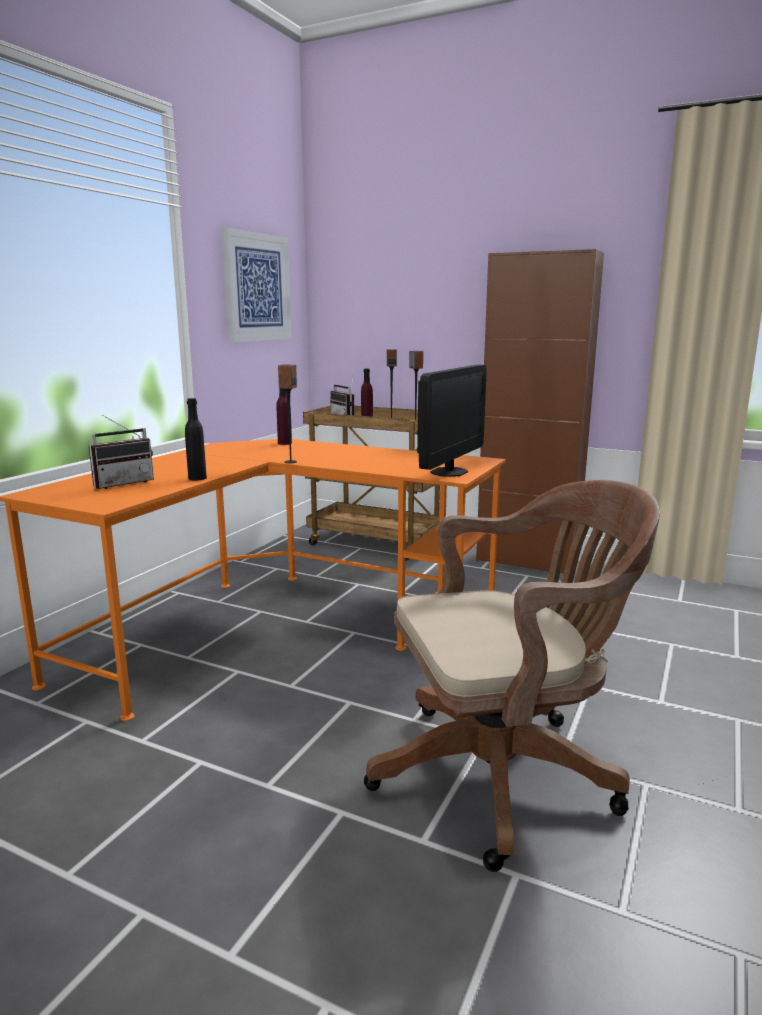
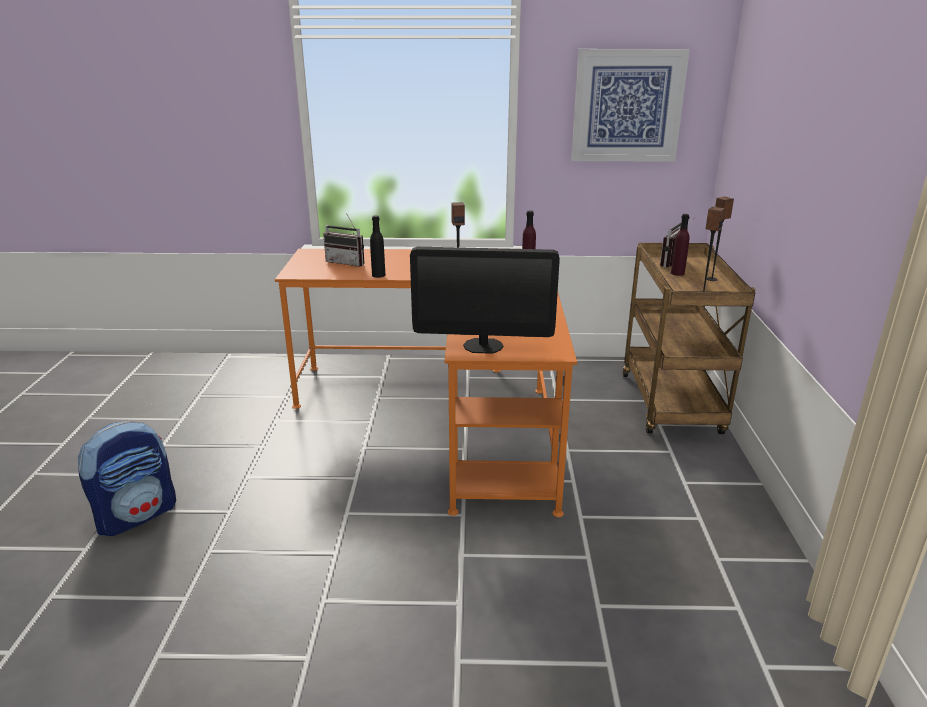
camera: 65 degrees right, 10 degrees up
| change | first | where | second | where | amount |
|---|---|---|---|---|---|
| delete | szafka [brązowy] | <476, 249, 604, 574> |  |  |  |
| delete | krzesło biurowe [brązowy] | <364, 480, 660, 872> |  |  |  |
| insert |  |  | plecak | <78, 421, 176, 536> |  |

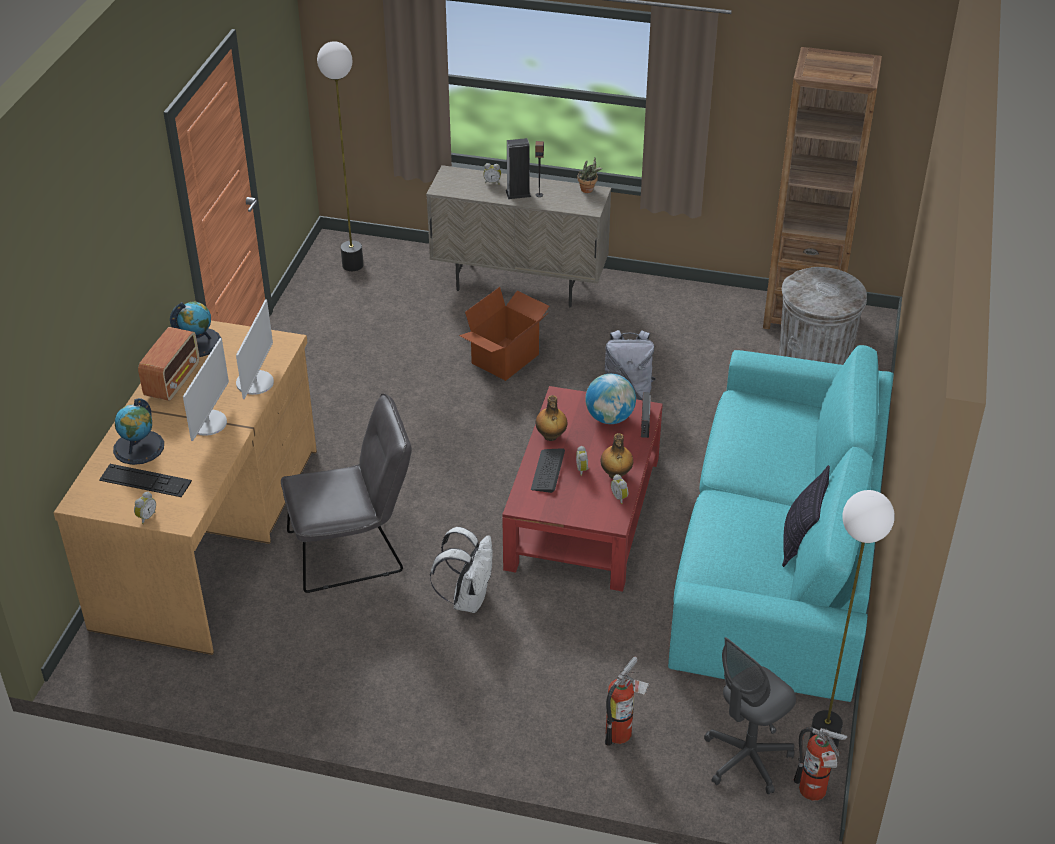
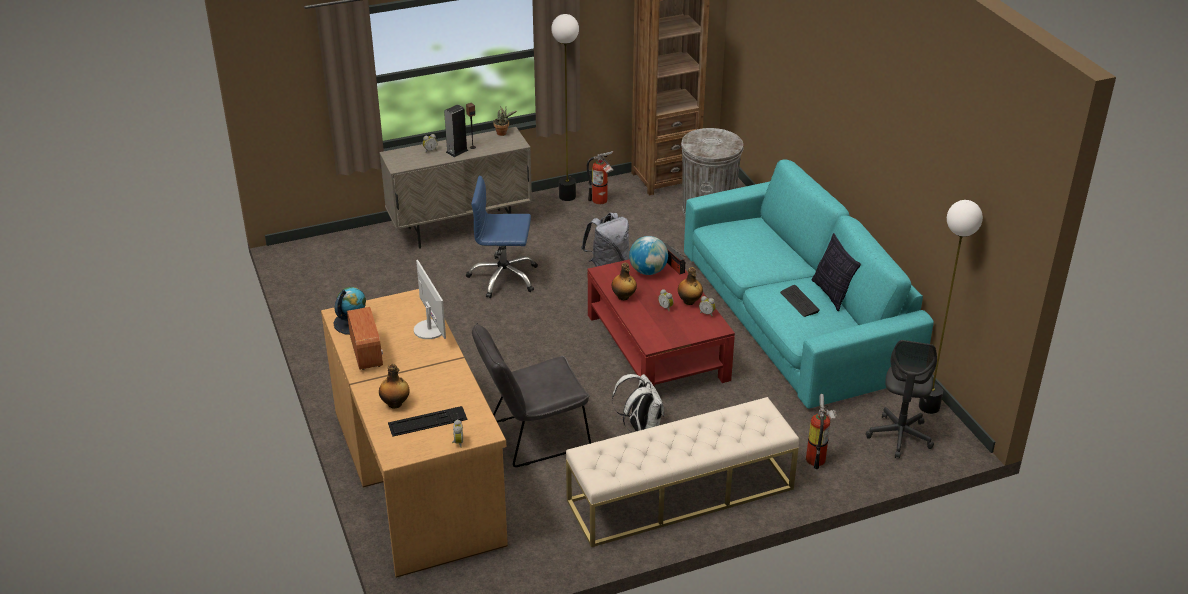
camera: 35 degrees left, 5 degrees down
| change | first | where | second | where | amount |
|---|---|---|---|---|---|
| move | lampa stojąca | <317, 41, 364, 271> |  | <551, 14, 579, 201> |  |
| replace | karton | <459, 287, 549, 381> | krzesło biurowe [niebieski] | <466, 176, 538, 298> |  |
| delete | monitor | <183, 338, 229, 441> |  |  |  |
| rotate | krzesło [szary] | <281, 394, 412, 593> |  | <472, 323, 591, 467> | 150 degrees counterclockwise |
| replace | globus | <113, 398, 164, 465> | butelka | <379, 364, 410, 409> |  |
| move | klawiatura | <531, 448, 565, 493> |  | <780, 285, 820, 317> |  |
| move | gaśnica | <794, 727, 848, 801> |  | <587, 151, 614, 204> |  |
| insert |  |  | ławka [beżowy] | <566, 397, 799, 547> |  |

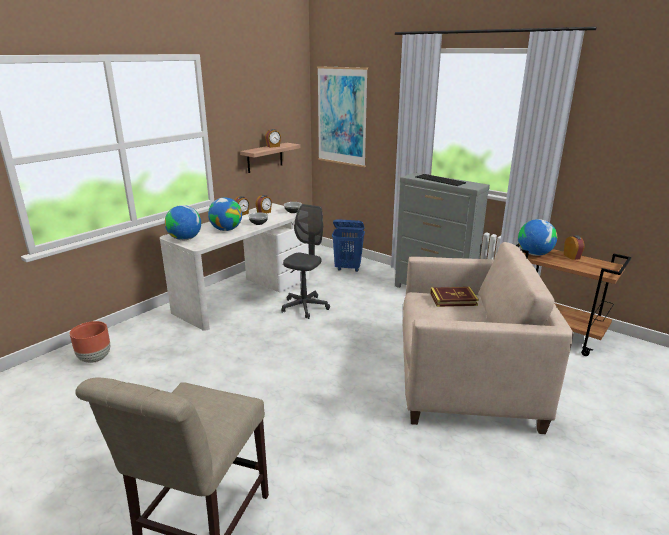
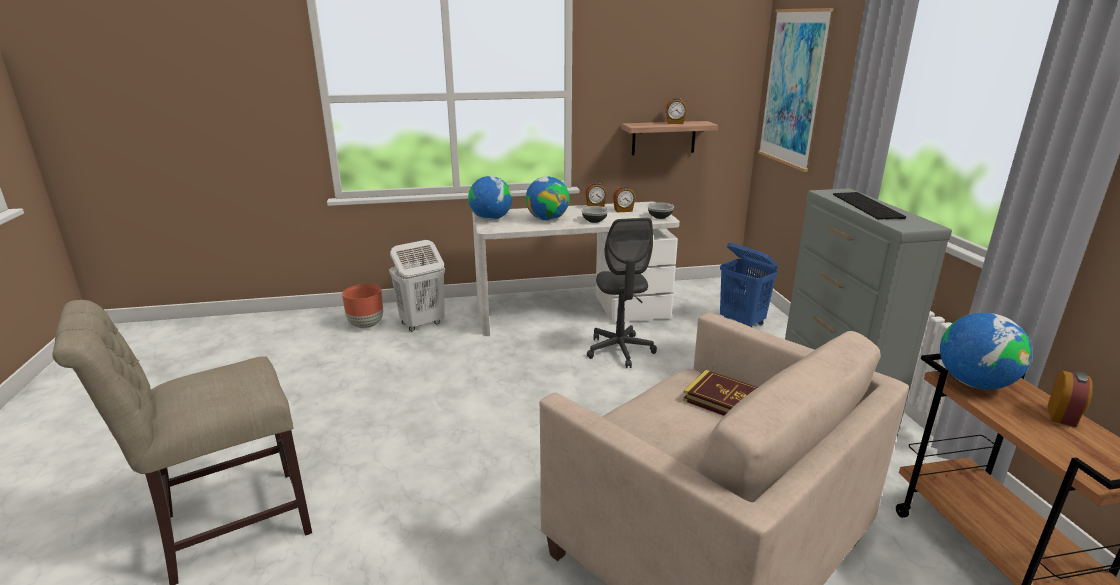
camera: 40 degrees right, 0 degrees up
| change | first | where | second | where | amount |
|---|---|---|---|---|---|
| rotate | krzesło biurowe [szary] | <281, 204, 330, 319> |  | <587, 218, 657, 368> | 105 degrees clockwise |
| insert |  |  | kosz na pranie [biały] | <389, 240, 445, 331> |  |

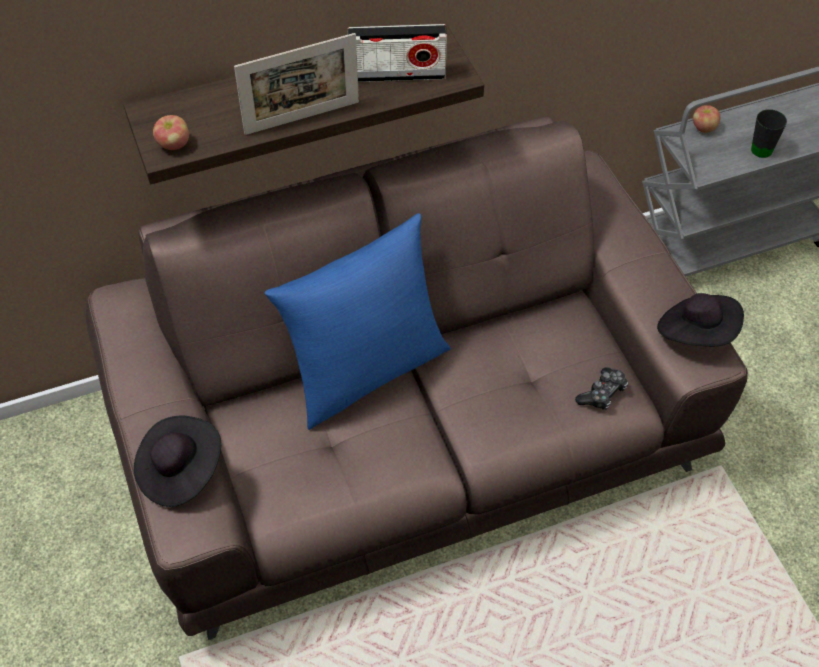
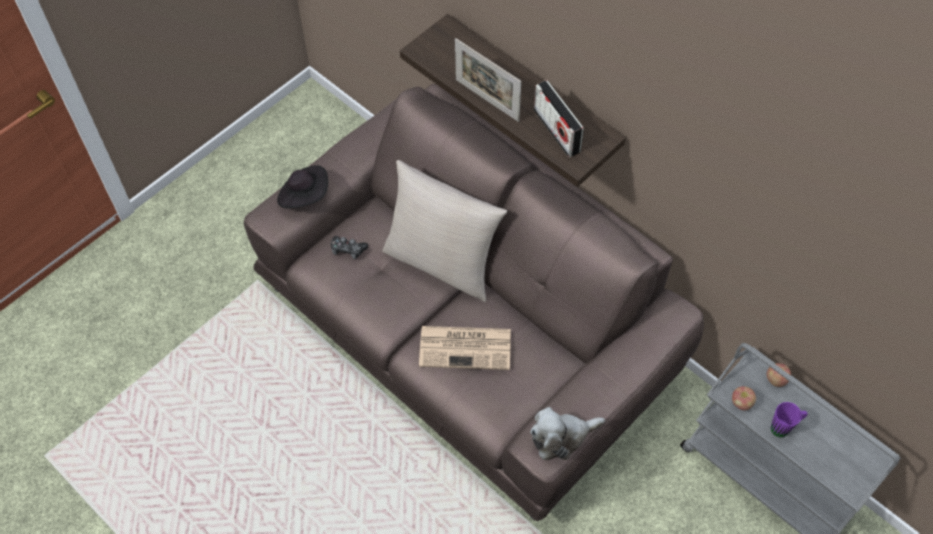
camera: 65 degrees right, 5 degrees up
| change | first | where | second | where | amount |
|---|---|---|---|---|---|
| recolor | kubek [czarny] | <751, 109, 787, 158> | kubek [fioletowy] | <771, 402, 807, 437> |  |
| move | jabłko | <153, 115, 189, 150> |  | <732, 386, 756, 410> |  |
| recolor | poduszka [niebieski] | <265, 213, 451, 430> | poduszka [beżowy] | <382, 160, 507, 302> |  |
| replace | kapelusz [czarny] | <657, 293, 744, 346> | pluszak | <530, 407, 605, 460> |  |
| move | pad do gier | <575, 367, 628, 410> |  | <331, 236, 368, 259> |  |
| insert |  |  | gazeta | <419, 326, 511, 370> |  |

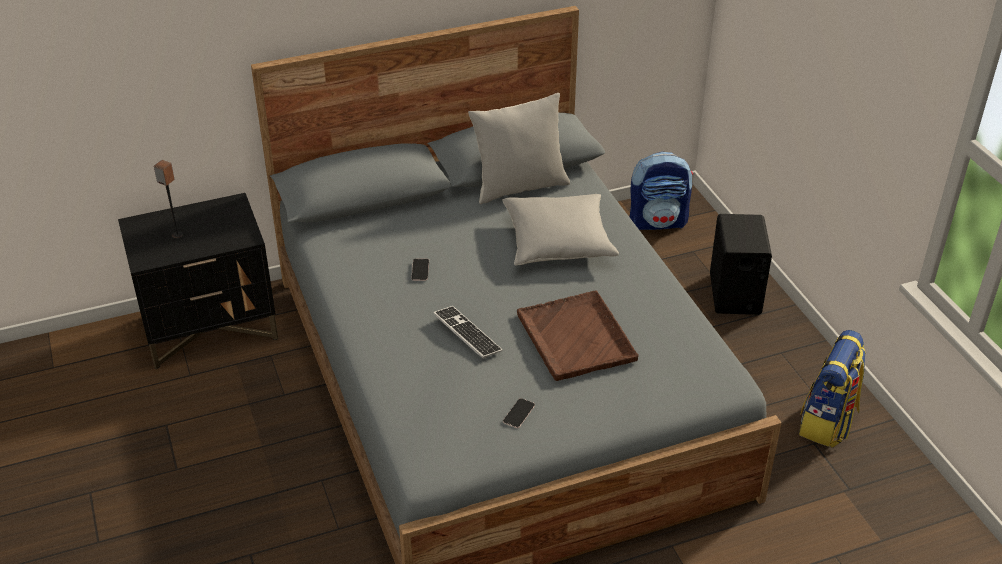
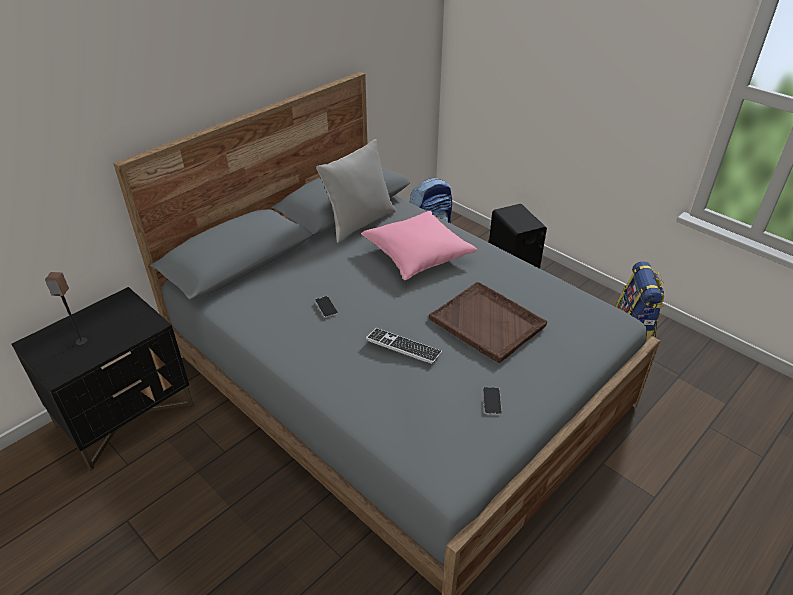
camera: 25 degrees left, 0 degrees up
| change | first | where | second | where | amount |
|---|---|---|---|---|---|
| recolor | poduszka [szary] | <502, 194, 619, 266> | poduszka [różowy] | <361, 211, 477, 280> |  |

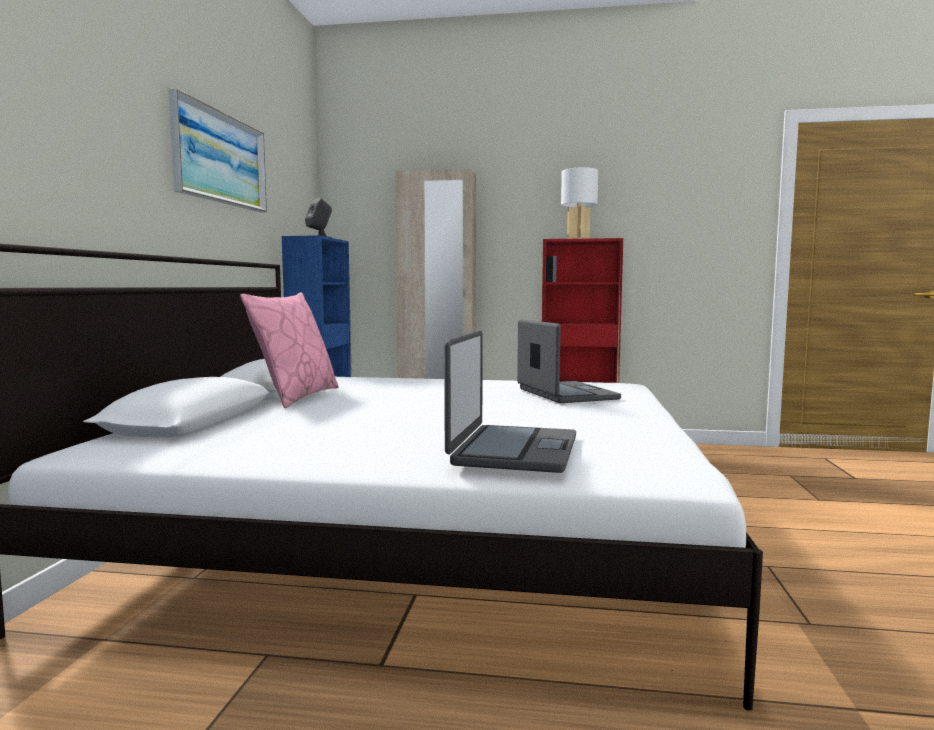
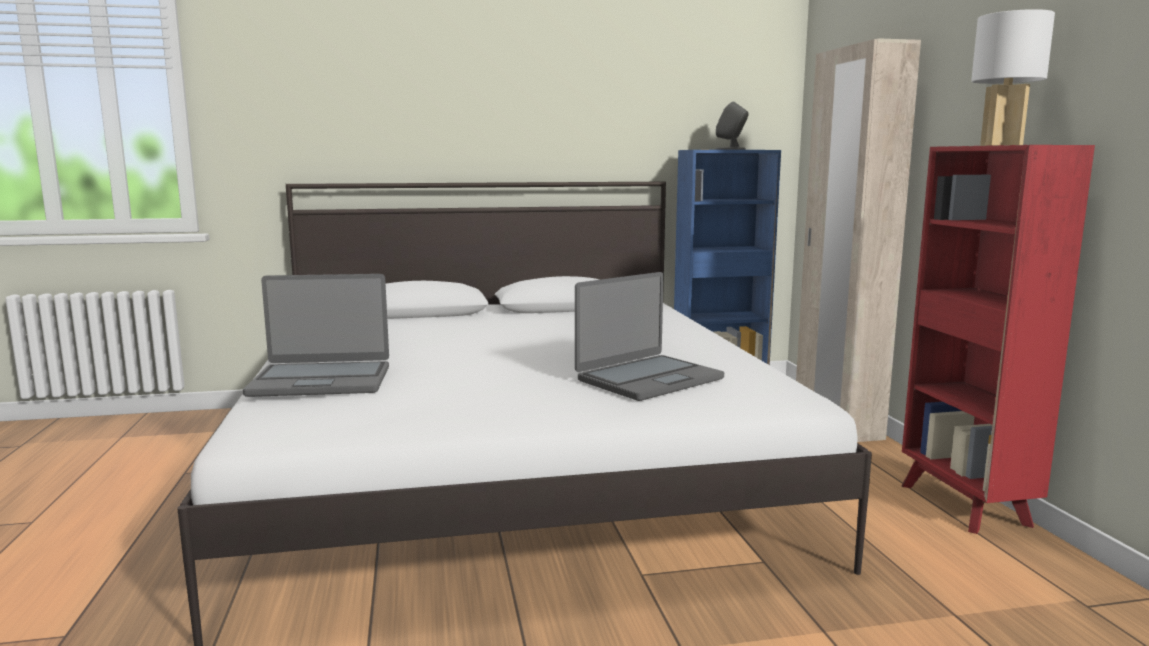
camera: 70 degrees right, 5 degrees up
| change | first | where | second | where | amount |
|---|---|---|---|---|---|
| delete | obraz | <168, 89, 267, 212> |  |  |  |
| delete | poduszka [różowy] | <241, 292, 338, 408> |  |  |  |

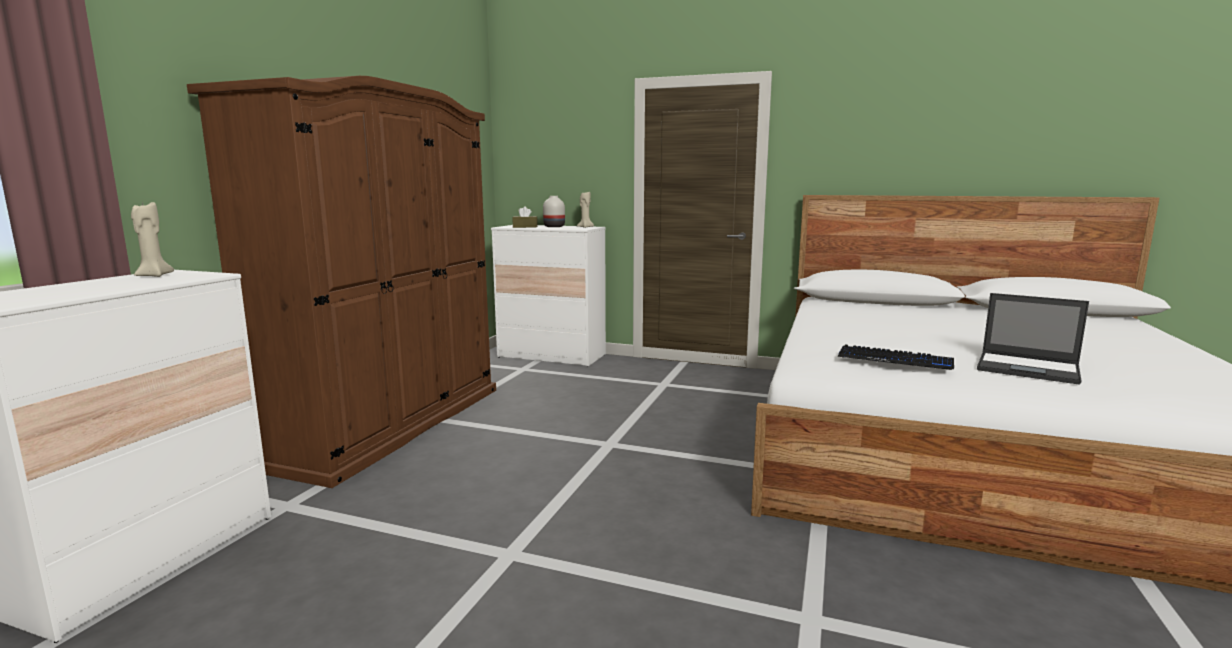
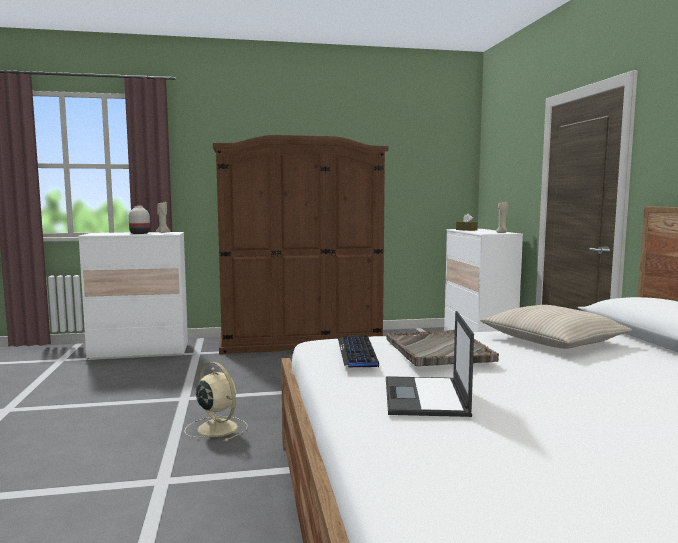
camera: 60 degrees right, 5 degrees down
| change | first | where | second | where | amount |
|---|---|---|---|---|---|
| move | wazon [biały] | <543, 196, 565, 227> |  | <129, 206, 150, 234> |  |
| insert |  |  | poduszka [beżowy] | <480, 305, 632, 349> |  |
| insert |  |  | taca [szary] | <386, 330, 499, 366> |  |
| insert |  |  | wentylator [beżowy] | <184, 362, 248, 441> |  |

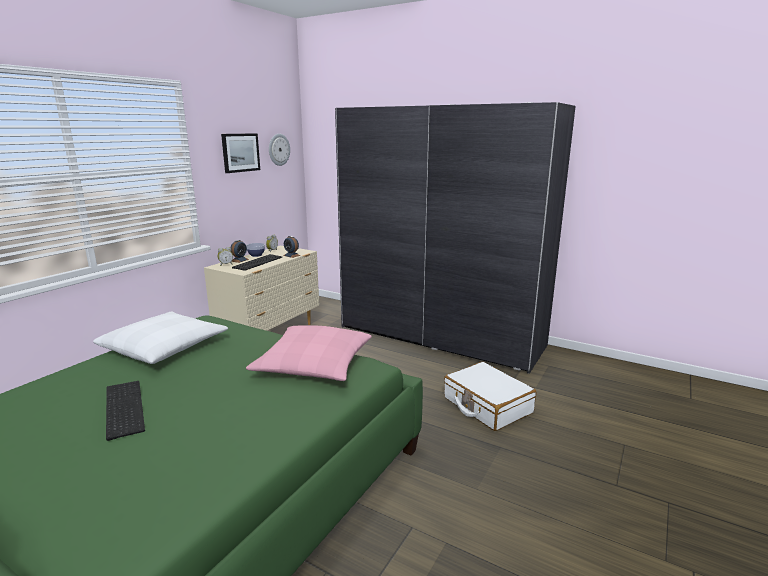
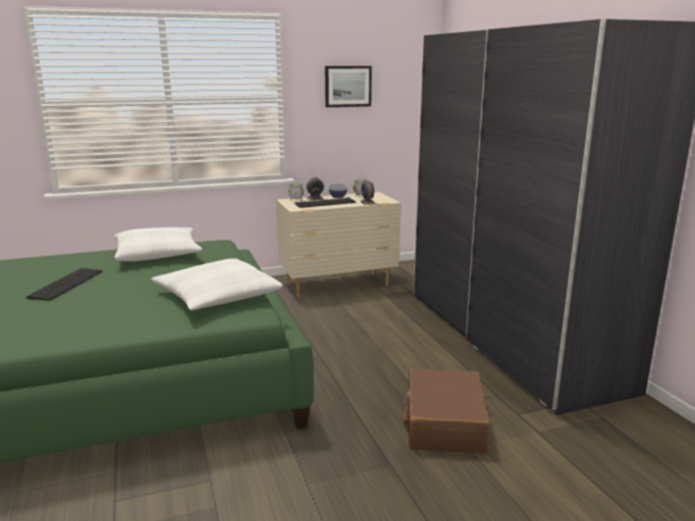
camera: 40 degrees right, 0 degrees up
| change | first | where | second | where | amount |
|---|---|---|---|---|---|
| delete | zegar ścienny | <269, 134, 290, 166> |  |  |  |
| recolor | poduszka [różowy] | <246, 326, 372, 381> | poduszka [biały] | <151, 259, 283, 311> |  |
| recolor | walizka [biały] | <444, 362, 536, 431> | walizka [brązowy] | <403, 369, 490, 453> |  |

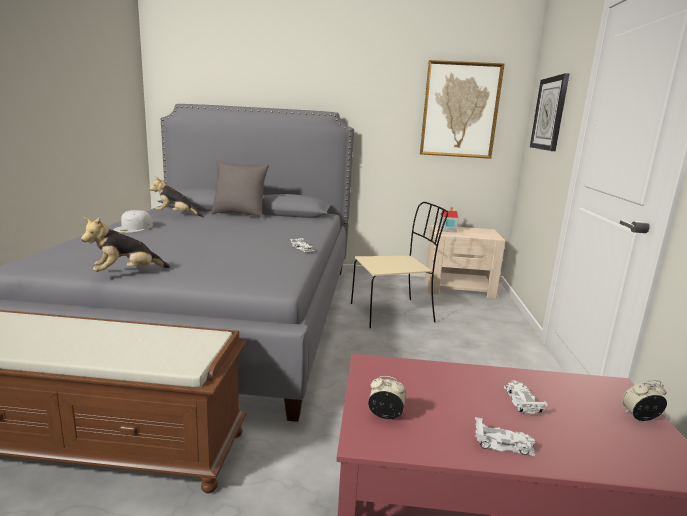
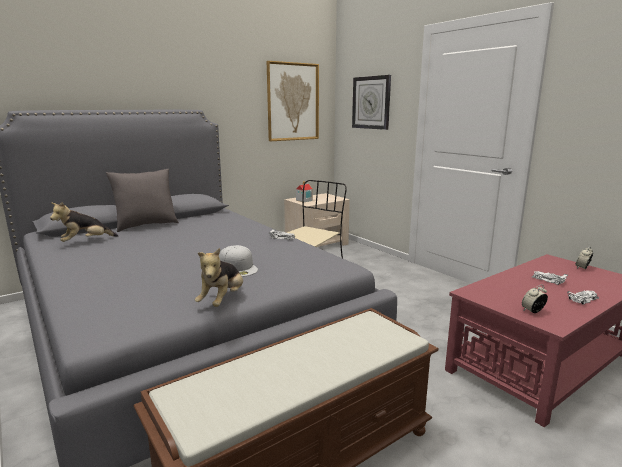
camera: 40 degrees left, 0 degrees up
| change | first | where | second | where | amount |
|---|---|---|---|---|---|
| move | czapka z daszkiem [biały] | <113, 210, 153, 233> |  | <219, 245, 258, 277> |  |

